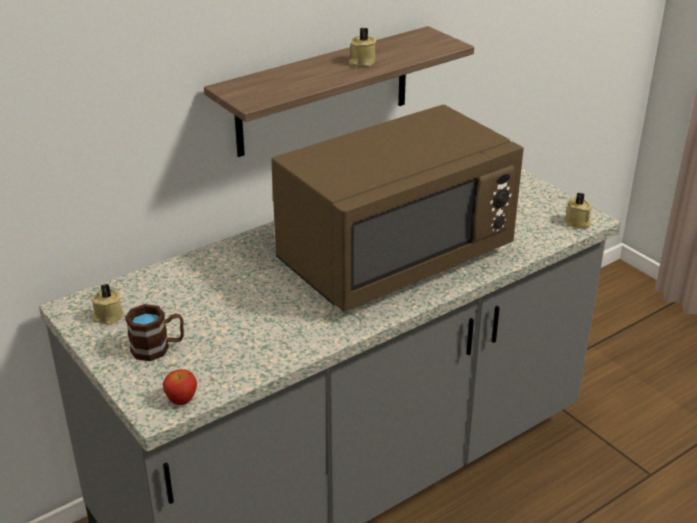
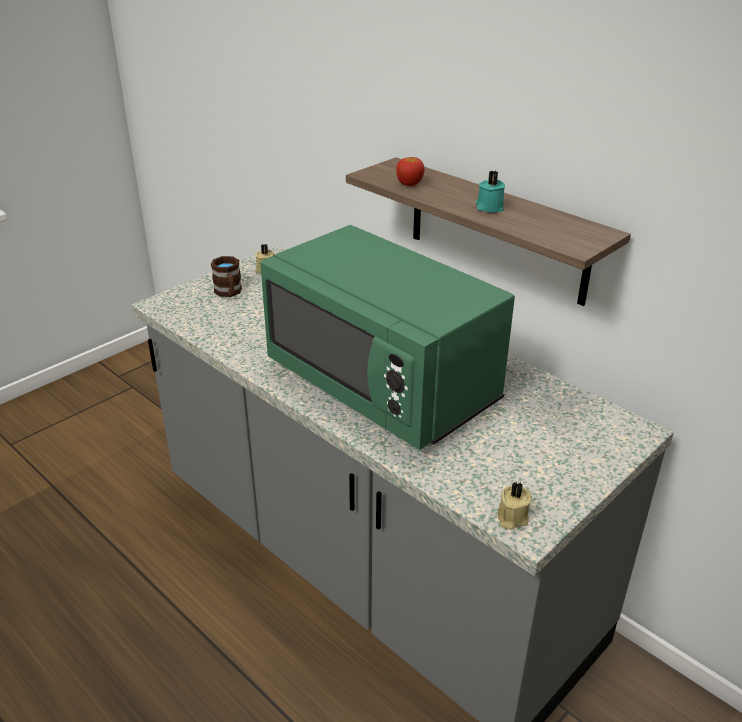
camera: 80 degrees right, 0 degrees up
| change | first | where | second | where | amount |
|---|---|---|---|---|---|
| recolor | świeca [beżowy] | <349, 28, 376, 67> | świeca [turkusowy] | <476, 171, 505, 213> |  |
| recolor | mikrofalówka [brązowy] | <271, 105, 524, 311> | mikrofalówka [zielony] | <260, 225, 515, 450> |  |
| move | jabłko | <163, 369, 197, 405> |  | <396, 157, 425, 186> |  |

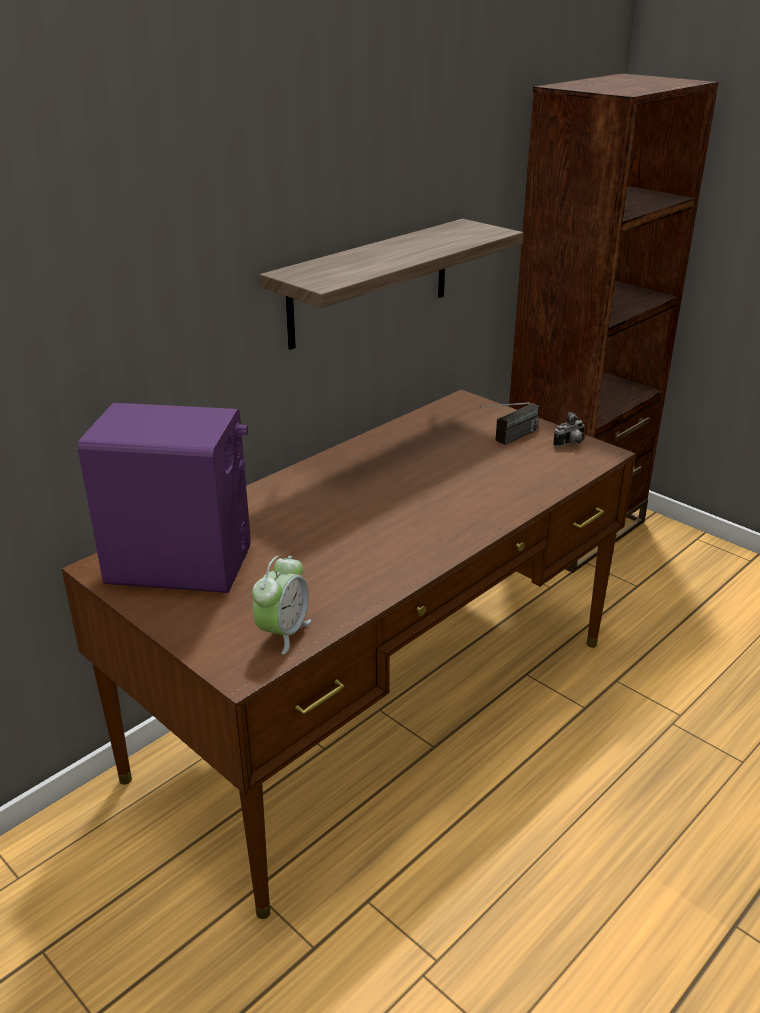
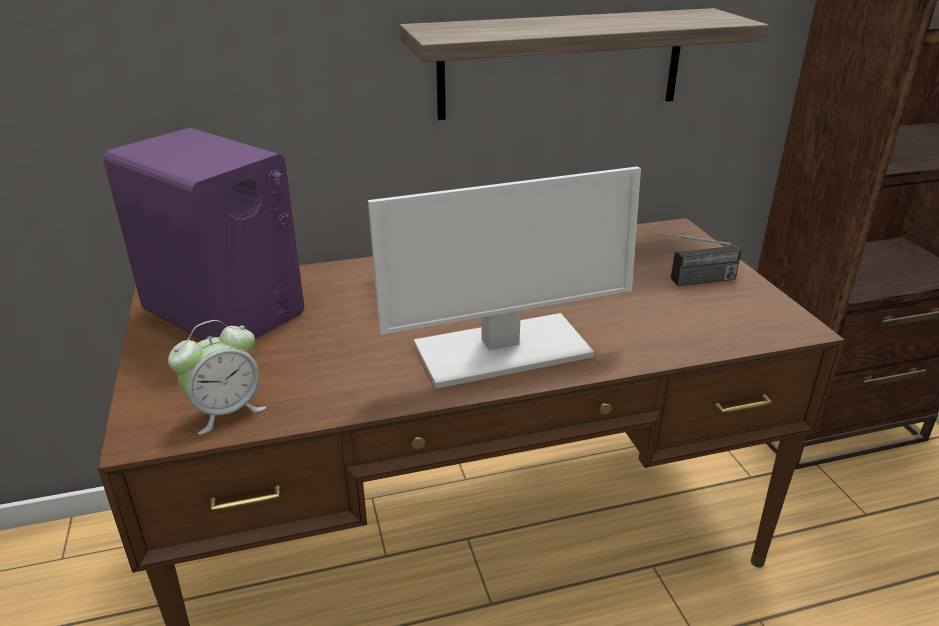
camera: 30 degrees right, 0 degrees up
| change | first | where | second | where | amount |
|---|---|---|---|---|---|
| delete | aparat fotograficzny | <553, 412, 585, 447> |  |  |  |
| insert |  |  | monitor | <368, 166, 641, 389> |  |

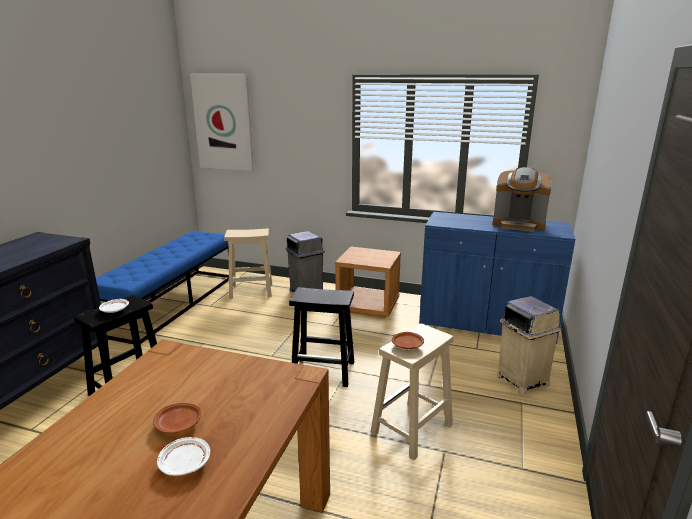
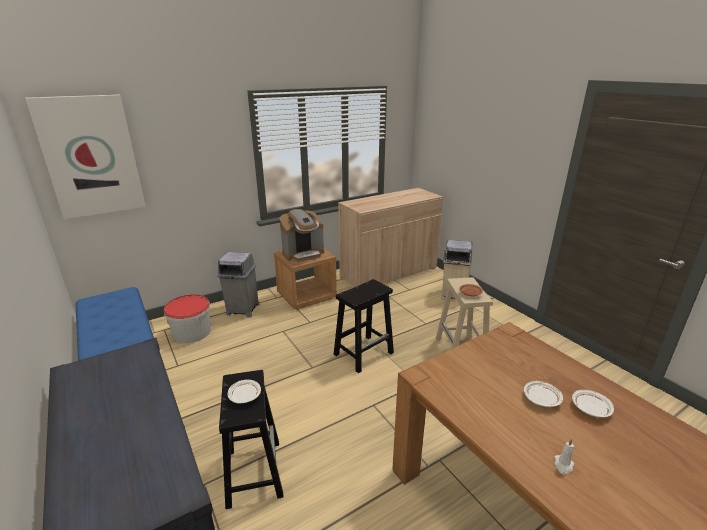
camera: 50 degrees left, 5 degrees up
| change | first | where | second | where | amount |
|---|---|---|---|---|---|
| move | ekspres do kawy | <492, 167, 552, 232> |  | <280, 209, 324, 262> |  |
| recolor | szafka [niebieski] | <419, 212, 575, 344> | szafka [beżowy] | <338, 188, 443, 287> |  |
| replace | stołek [beżowy] | <224, 228, 272, 299> | wiadro | <164, 294, 211, 343> |  |
| recolor | talerz [brązowy] | <153, 403, 201, 433> | talerz [biały] | <524, 381, 563, 407> |  |
| insert |  |  | świeca [biały] | <554, 439, 574, 474> |  |

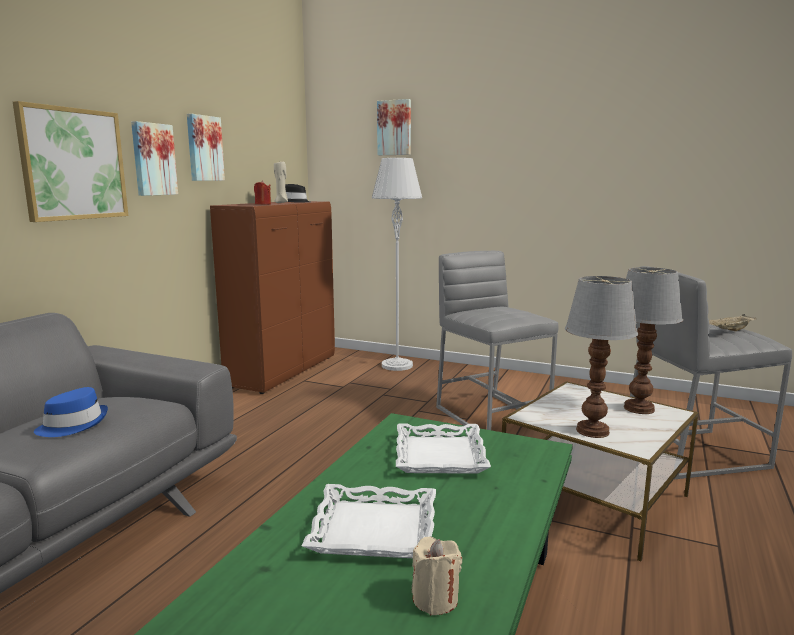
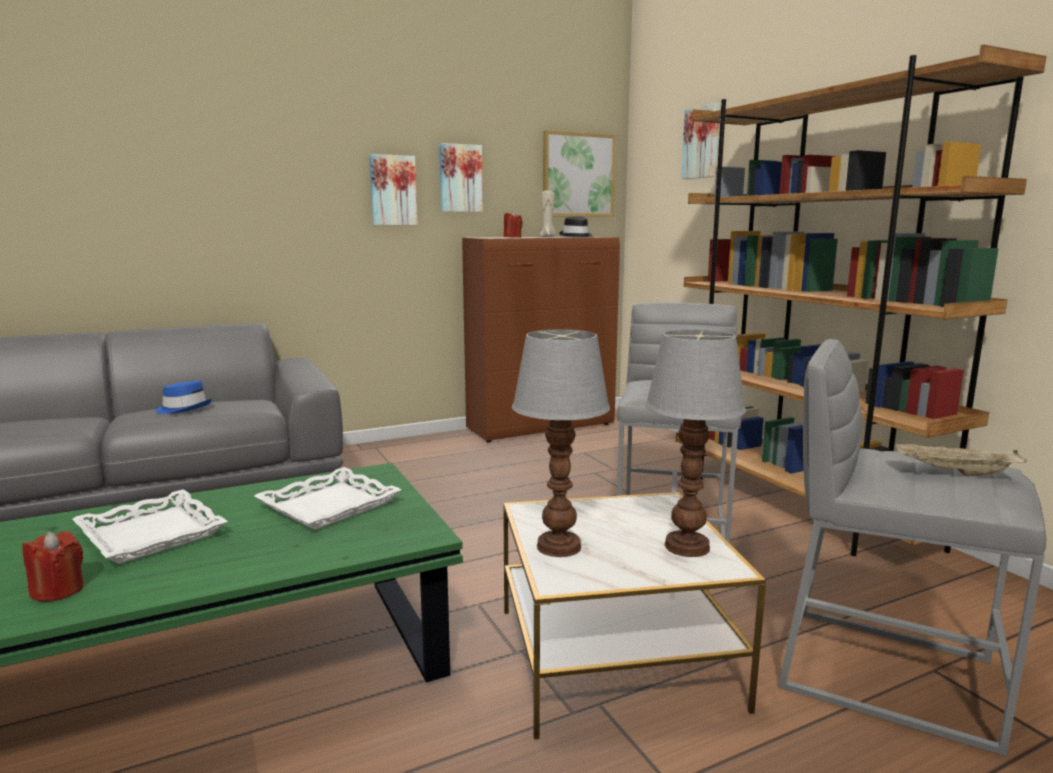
camera: 40 degrees right, 0 degrees up
| change | first | where | second | where | amount |
|---|---|---|---|---|---|
| move | obraz | <13, 101, 128, 222> |  | <543, 130, 616, 217> |  |
| delete | lampa stojąca [szary] | <372, 158, 422, 371> |  |  |  |
| recolor | świeca [beżowy] | <412, 537, 462, 615> | świeca [czerwony] | <23, 531, 84, 602> |  |
| insert |  |  | regał [brązowy] | <676, 44, 1047, 556> |  |

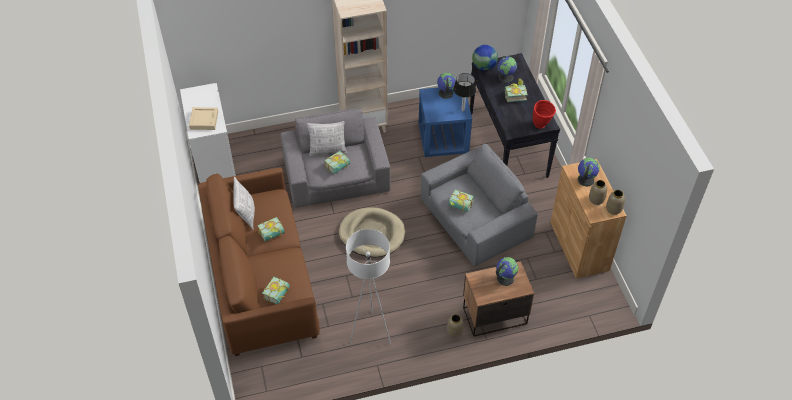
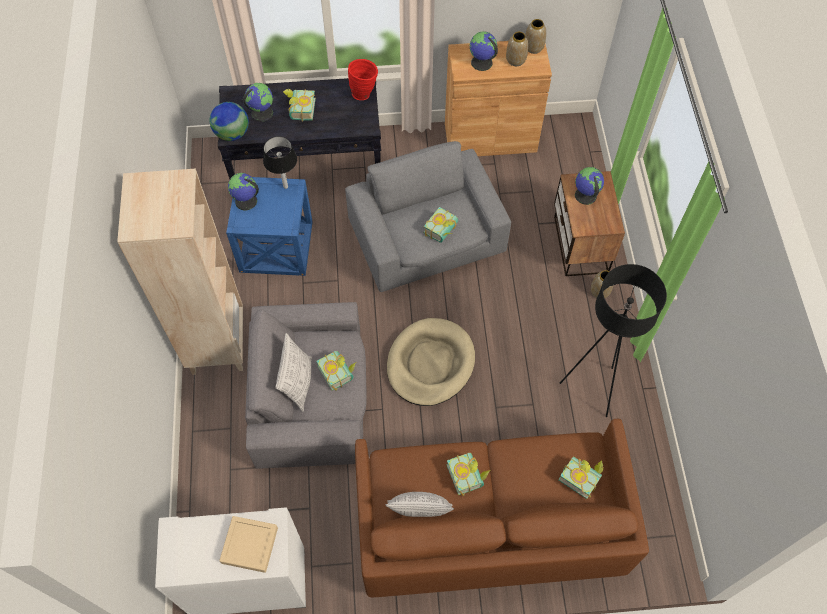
camera: 80 degrees left, 10 degrees up
| change | first | where | second | where | amount |
|---|---|---|---|---|---|
| recolor | lampa stojąca [biały] | <346, 229, 391, 345> | lampa stojąca [czarny] | <560, 264, 667, 417> |  |

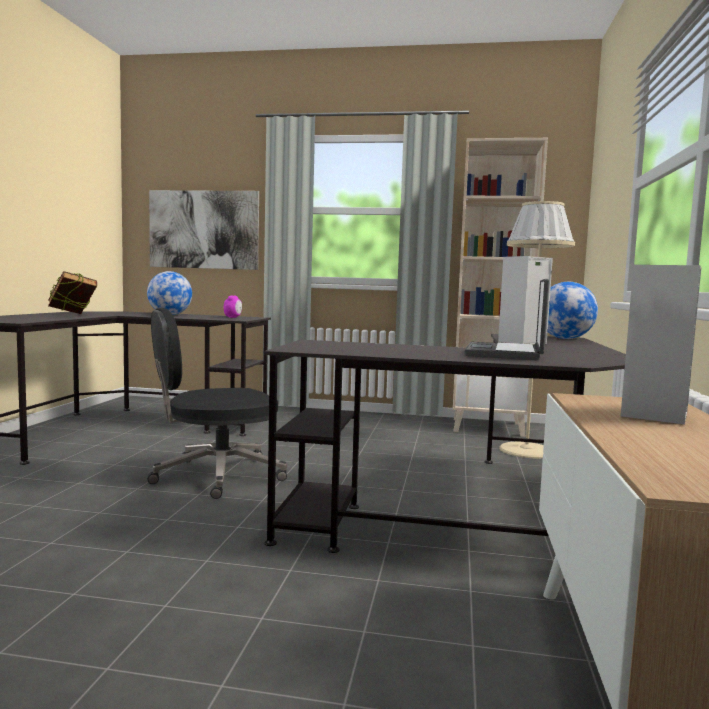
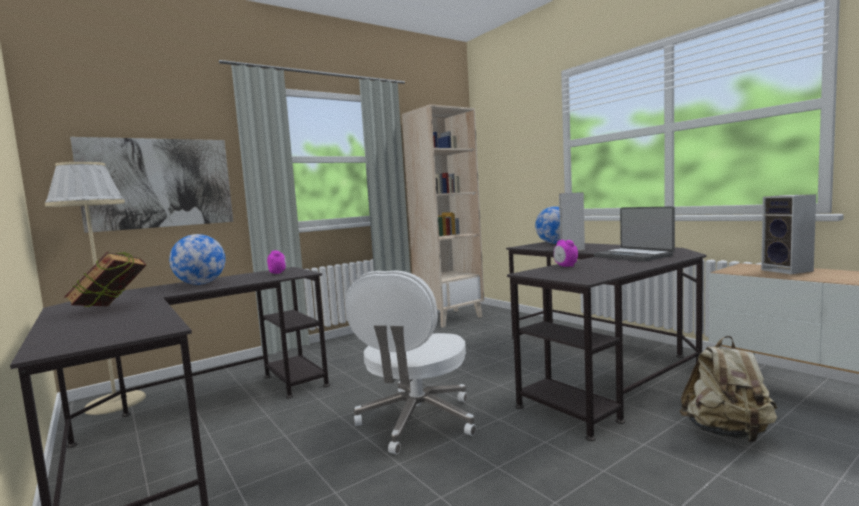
camera: 45 degrees left, 0 degrees up
| change | first | where | second | where | amount |
|---|---|---|---|---|---|
| move | lampa stojąca [beżowy] | <499, 201, 575, 458> |  | <45, 162, 146, 415> |  |
| recolor | krzesło biurowe [czarny] | <148, 308, 287, 499> | krzesło biurowe [biały] | <345, 270, 476, 454> |  |
| insert |  |  | budzik | <554, 240, 578, 267> |  |
| insert |  |  | plecak [beżowy] | <679, 336, 777, 442> |  |

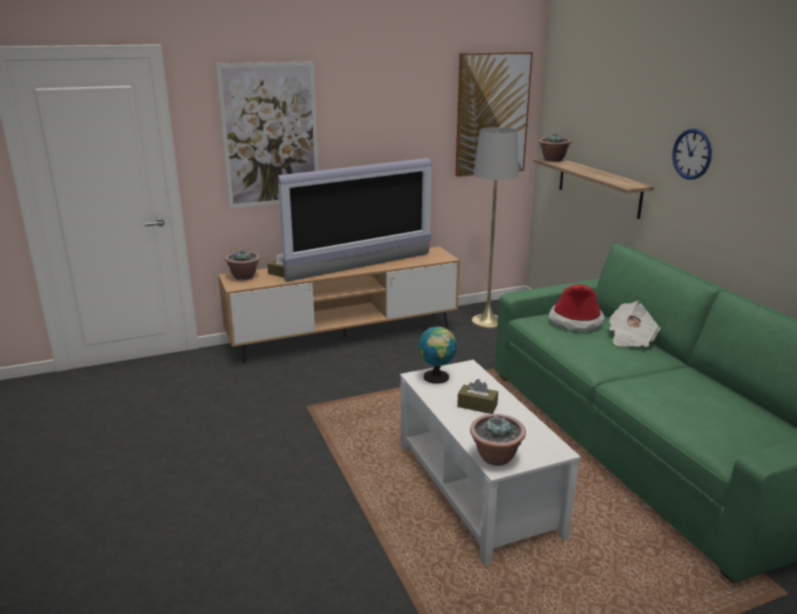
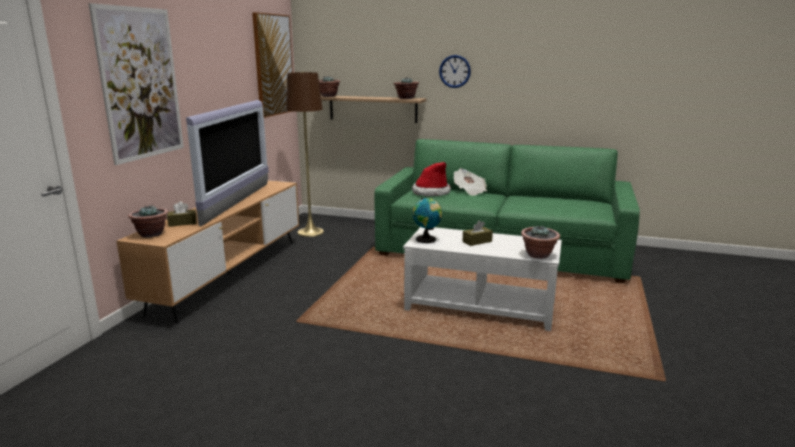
camera: 50 degrees left, 5 degrees down
| change | first | where | second | where | amount |
|---|---|---|---|---|---|
| recolor | lampa stojąca [szary] | <472, 127, 519, 328> | lampa stojąca [brązowy] | <286, 72, 324, 237> |  |
| insert |  |  | roślina doniczkowa | <394, 77, 419, 99> |  |

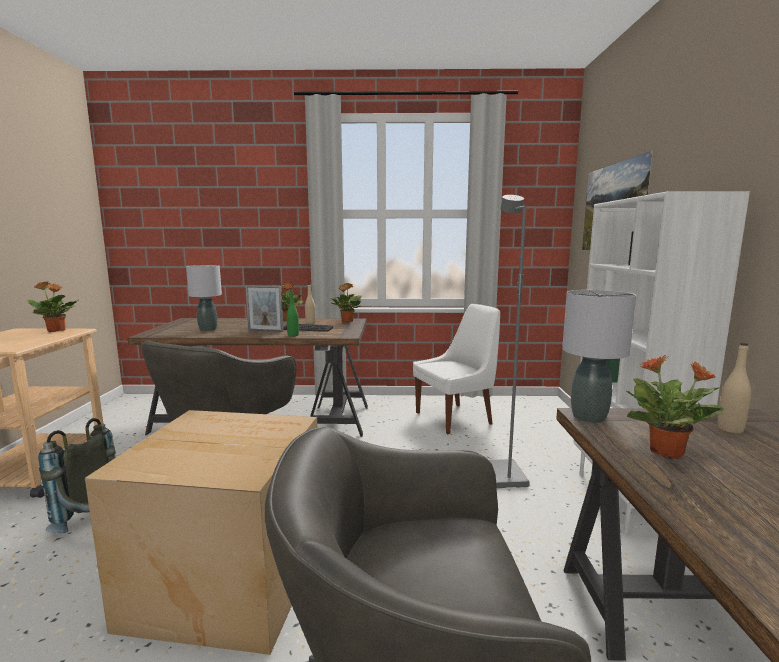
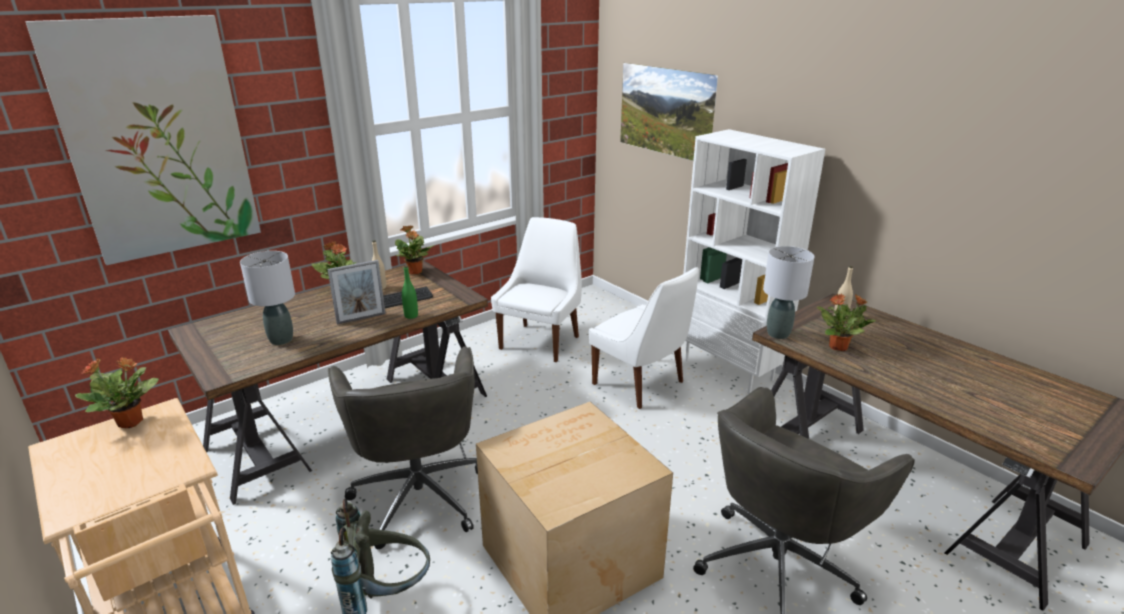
camera: 40 degrees left, 15 degrees up
| change | first | where | second | where | amount |
|---|---|---|---|---|---|
| replace | lampa stojąca [szary] | <489, 195, 530, 488> | krzesło [biały] | <589, 267, 699, 409> |  |
| insert |  |  | obraz | <25, 15, 261, 265> |  |

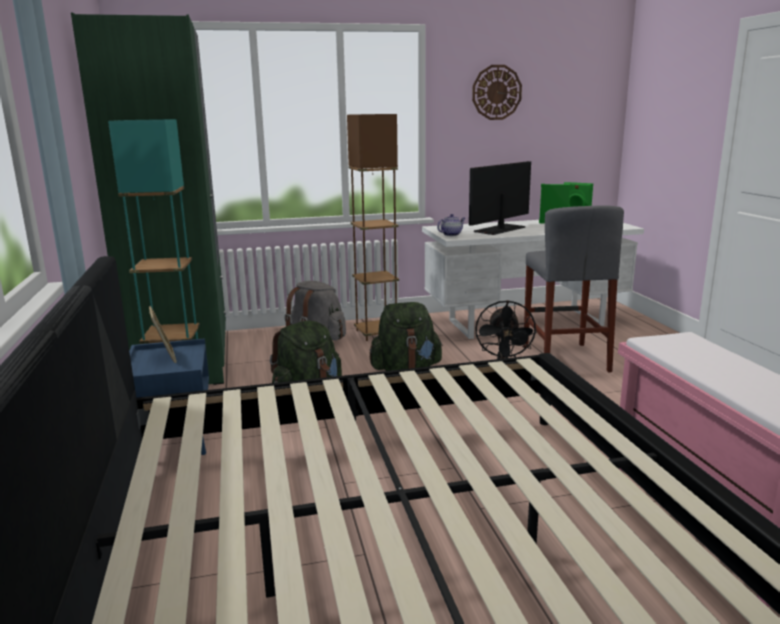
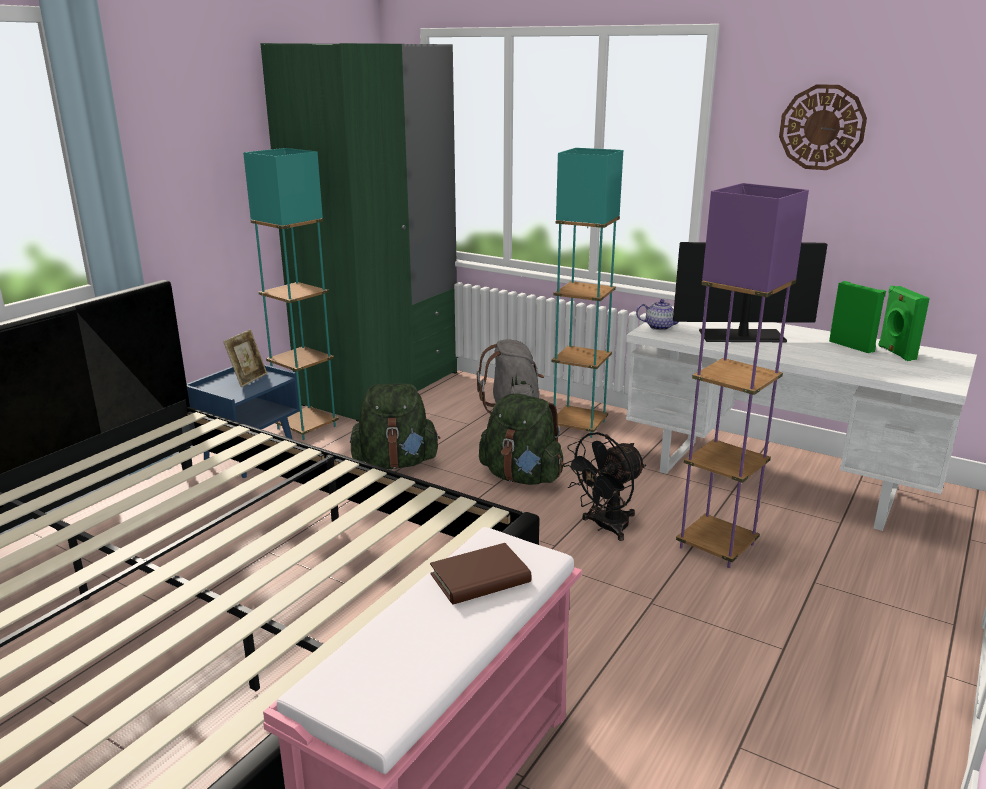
camera: 45 degrees right, 5 degrees up
| change | first | where | second | where | amount |
|---|---|---|---|---|---|
| recolor | lampa stojąca [brązowy] | <347, 114, 399, 341> | lampa stojąca [turkusowy] | <552, 148, 623, 438> |  |
| replace | stołek [szary] | <523, 205, 624, 373> | lampa stojąca [fioletowy] | <676, 183, 809, 568> |  |
| insert |  |  | książka [brązowy] | <430, 543, 532, 605> |  |

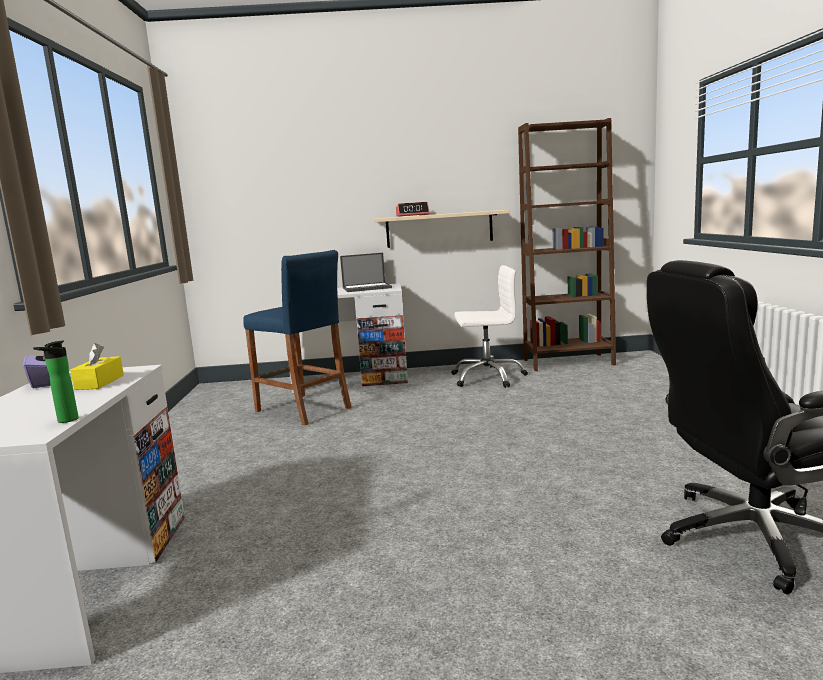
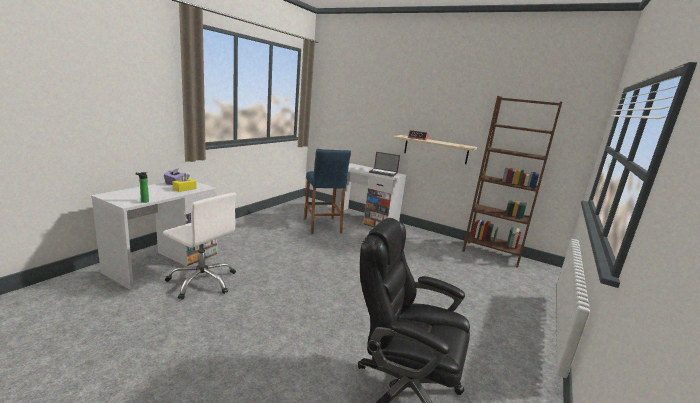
camera: 30 degrees right, 5 degrees up
| change | first | where | second | where | amount |
|---|---|---|---|---|---|
| move | krzesło biurowe [biały] | <451, 265, 528, 388> |  | <163, 193, 236, 300> |  |

